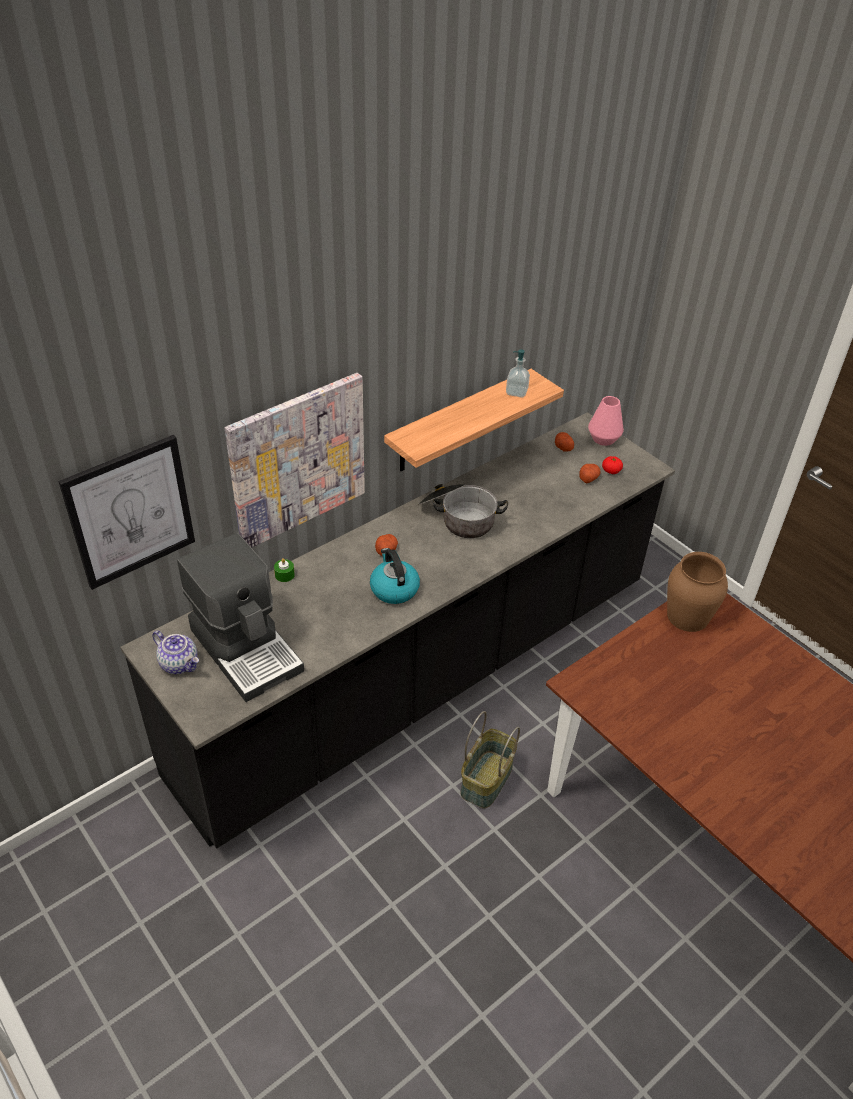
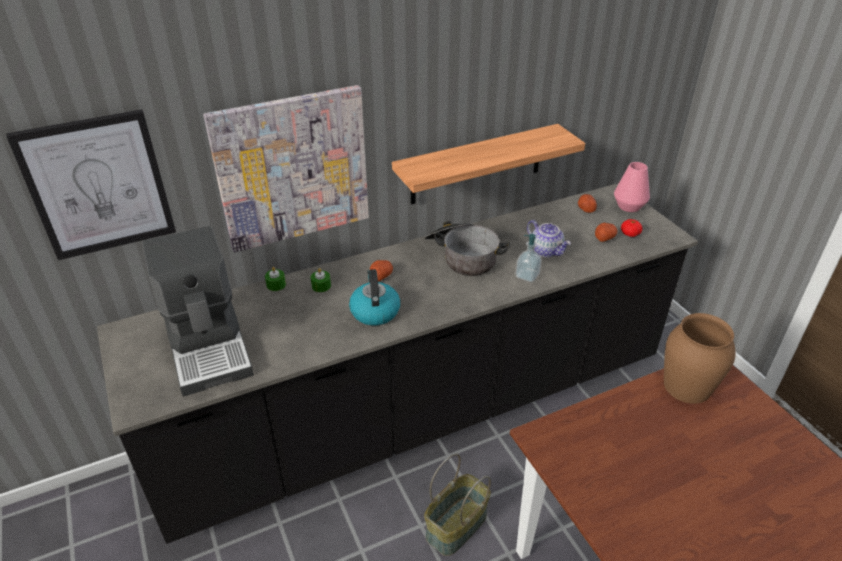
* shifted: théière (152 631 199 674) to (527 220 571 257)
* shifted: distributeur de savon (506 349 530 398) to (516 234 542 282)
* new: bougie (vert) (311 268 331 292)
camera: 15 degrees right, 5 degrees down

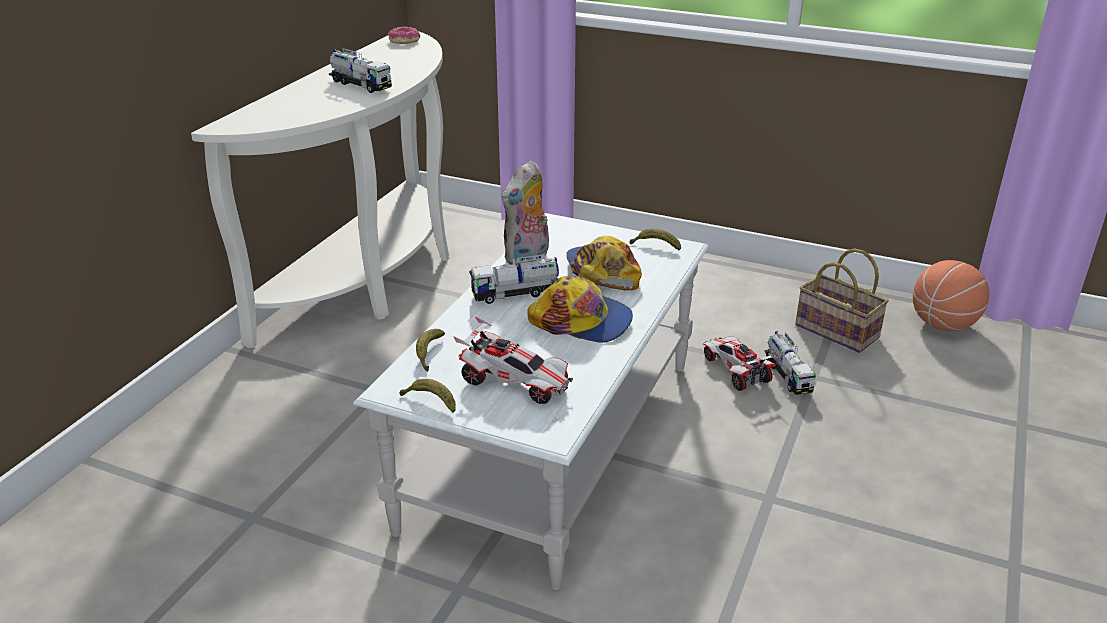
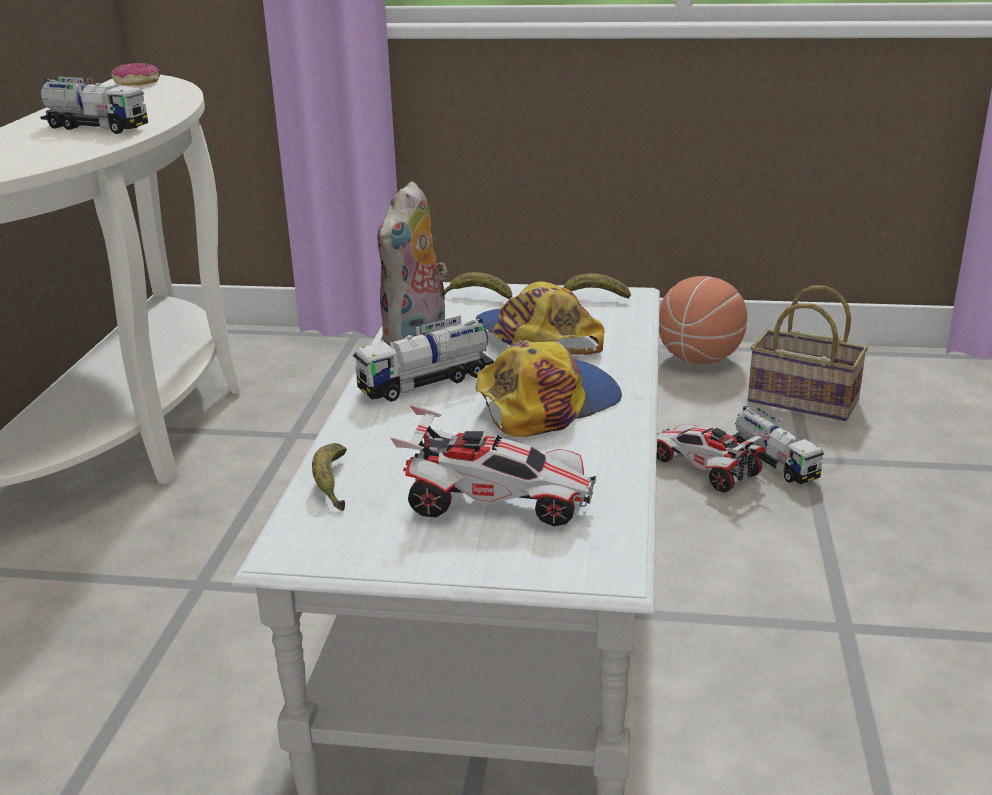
* shifted: banane (399 379 456 413) to (444 272 512 299)
* rotated: casquette (527 276 633 343) = (475 340 622 437) 45 degrees counterclockwise
* shifted: ballon de basket (913 260 989 331) to (659 276 747 364)
camera: 15 degrees left, 5 degrees down

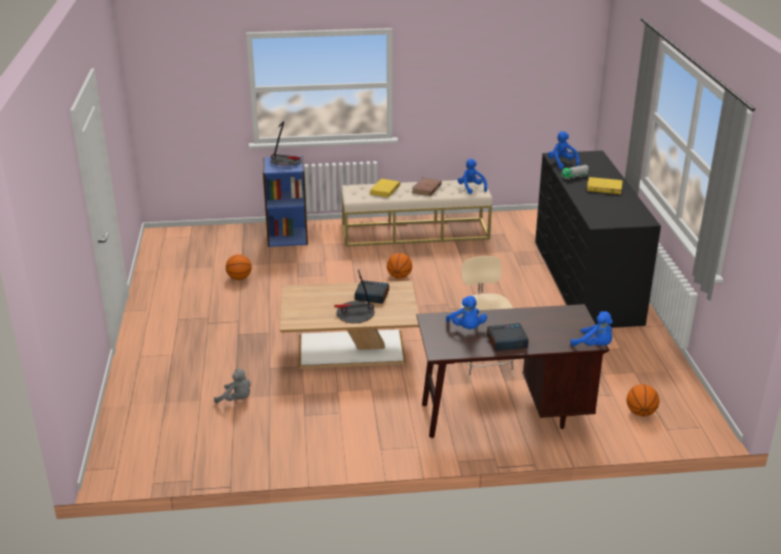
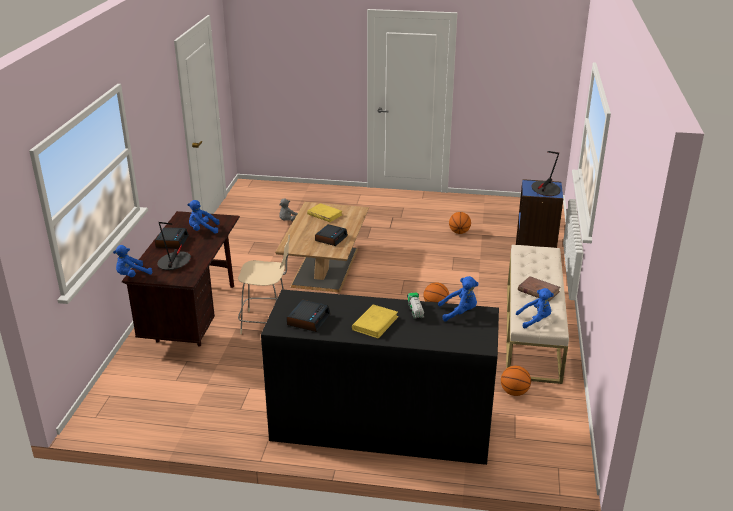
* shifted: lampe de table (334 269 375 323) to (157 222 191 270)
* shifted: livre (jaune) (370 179 400 197) to (307 203 342 222)
* shifted: ballon de basket (627 384 659 416) to (501 366 531 396)
* new: réveil (287 300 331 332)
camera: 105 degrees right, 0 degrees up

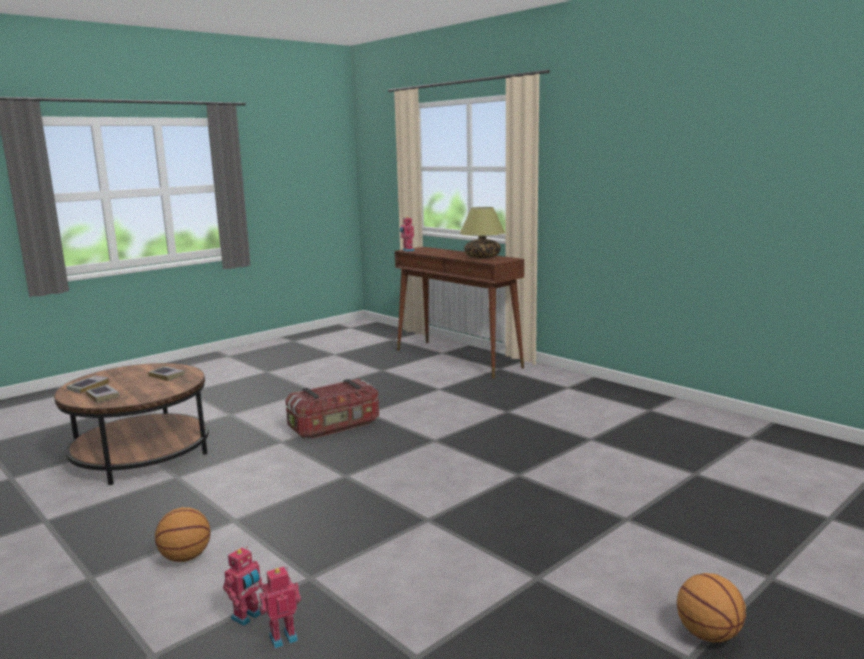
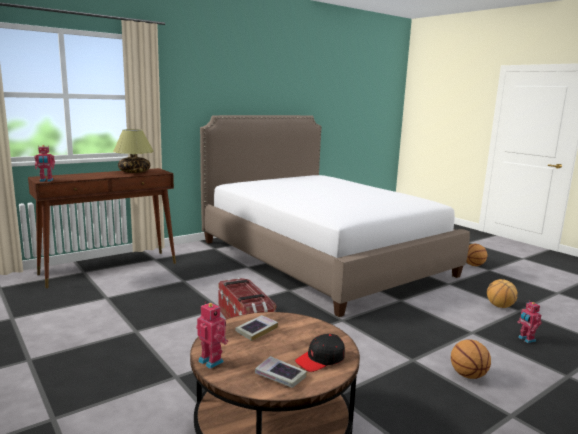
* swapped: livre (86 385 120 403) to casquette (noir) (295 334 345 372)
* shifted: robot jouet (223 546 263 626) to (196 302 228 369)
* new: lit (200 115 470 317)
* new: ballon de basket (487 279 518 308)
camera: 85 degrees left, 0 degrees up

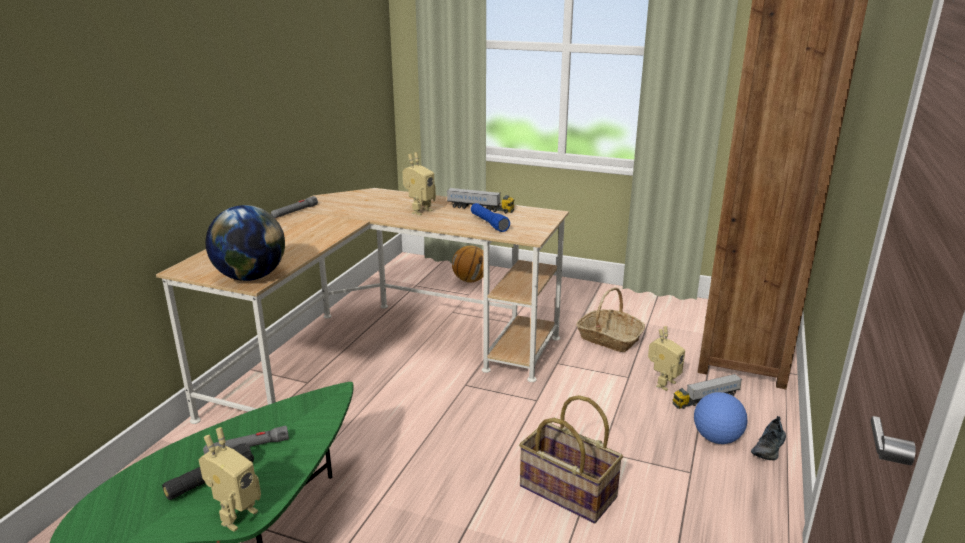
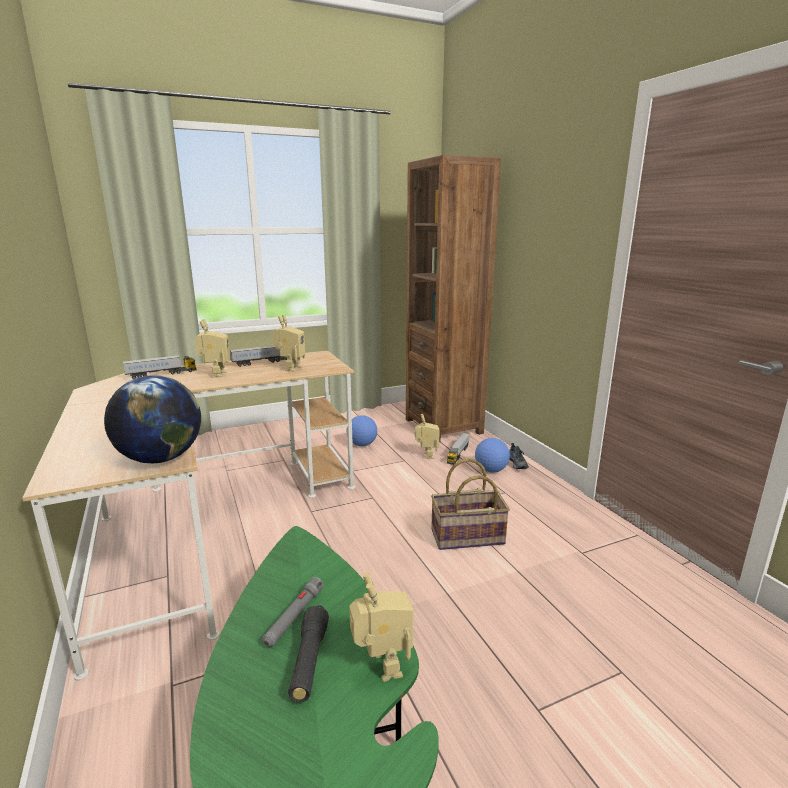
* gone: lampe de poche (gris) (271 196 318 218)
* gone: ballon de basket (452 245 483 282)
* swapped: lampe de poche (bleu) (471 203 510 232) to robot jouet (273 315 305 372)
* swapped: panier (576 288 645 352) to ballon de foot (352 415 377 446)
* new: camion jouet (123 355 196 379)
camera: 45 degrees left, 5 degrees down

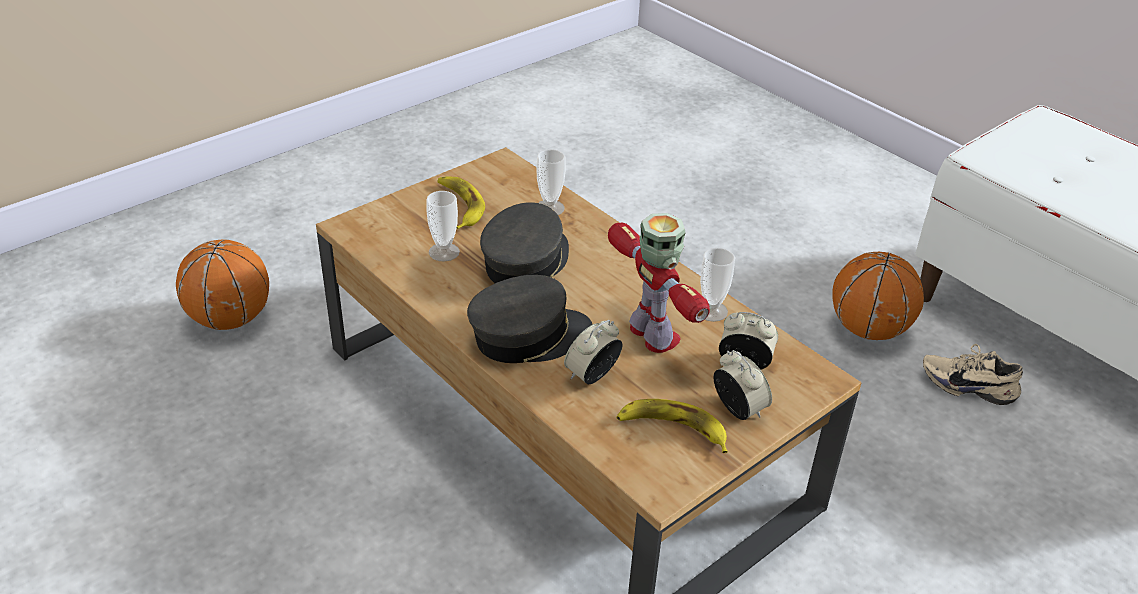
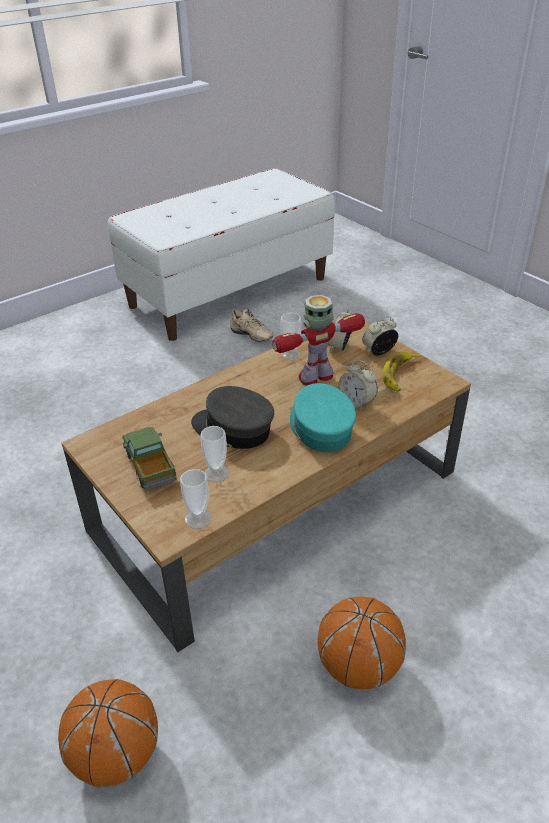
* swapped: banane (438 176 485 229) to camion jouet (122 427 177 491)
* repainted: casquette (gris) (467 275 593 363) to casquette (turquoise) (290 383 356 452)
* shifted: tasse (536 149 566 215) to (180 469 212 529)
* shifted: ballon de basket (833 252 924 340) to (318 596 406 689)
* rotated: chaussure (beige) (923 344 1023 405) = (230 308 274 342) 75 degrees counterclockwise
camera: 85 degrees left, 0 degrees up

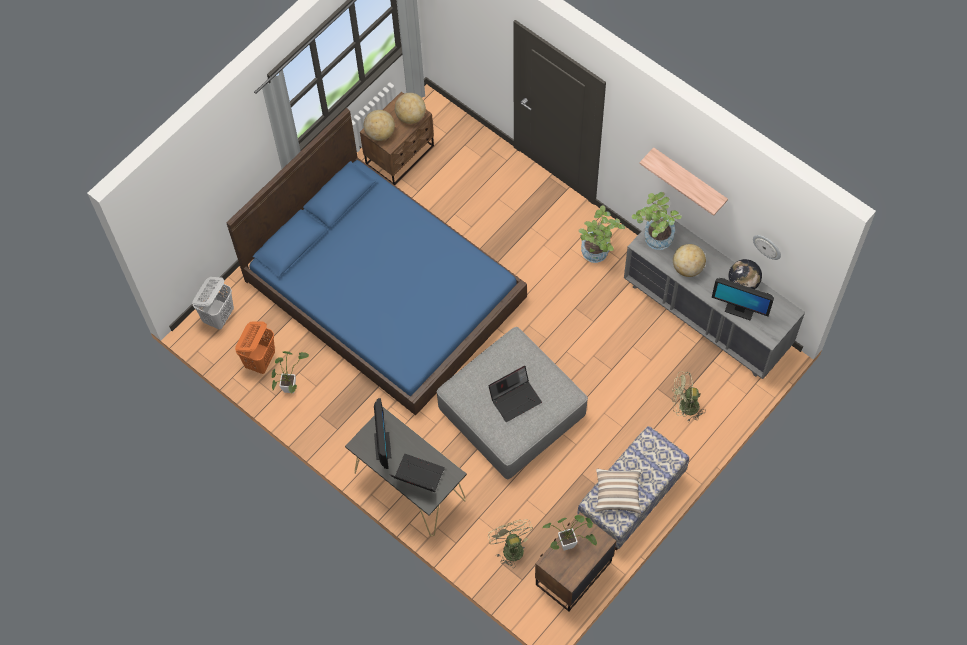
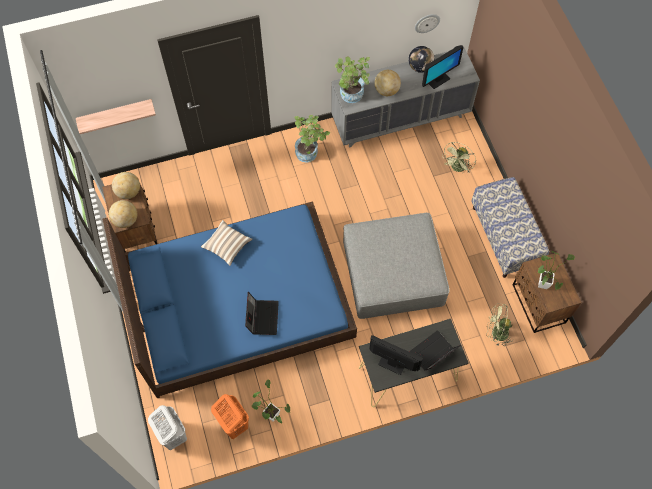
* shifted: ordinateur portable (488 366 542 422) to (245 292 279 335)
* shifted: coussin (595 468 642 514) to (201 220 253 266)
* shifted: étagère (639 147 728 216) to (76 99 156 134)
camera: 60 degrees left, 0 degrees up

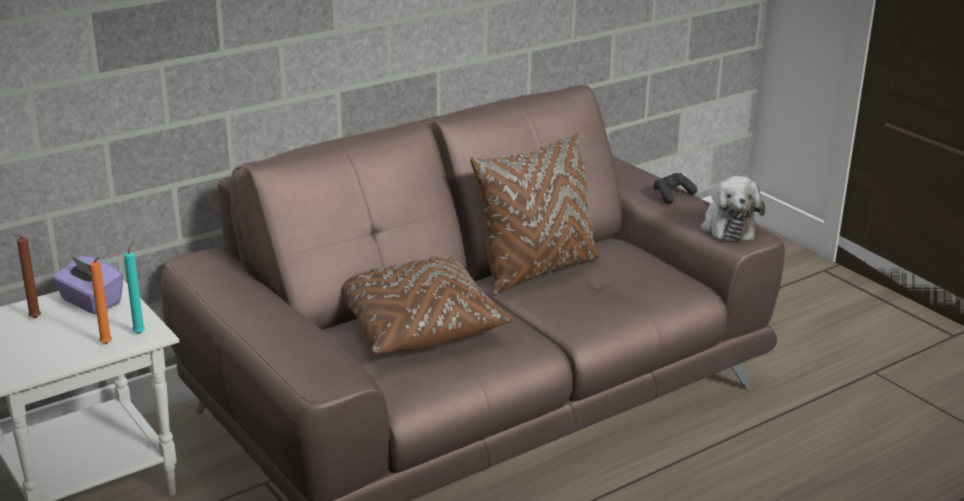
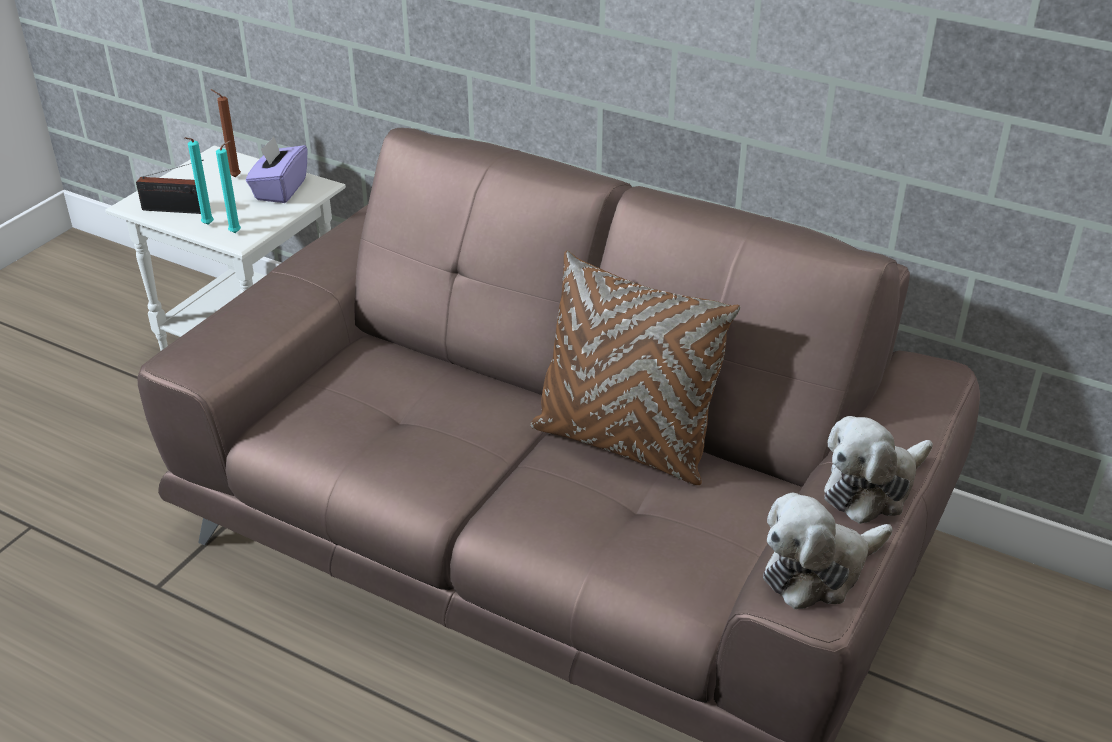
* repainted: bougie (orange) (90 258 112 344) to bougie (turquoise) (185 137 214 225)
* gone: coussin (marron) (341 257 513 354)
* swapped: manette (noir) (654 173 698 204) to peluche (824 416 933 524)
* new: radio (136 160 204 214)
camera: 65 degrees right, 10 degrees up

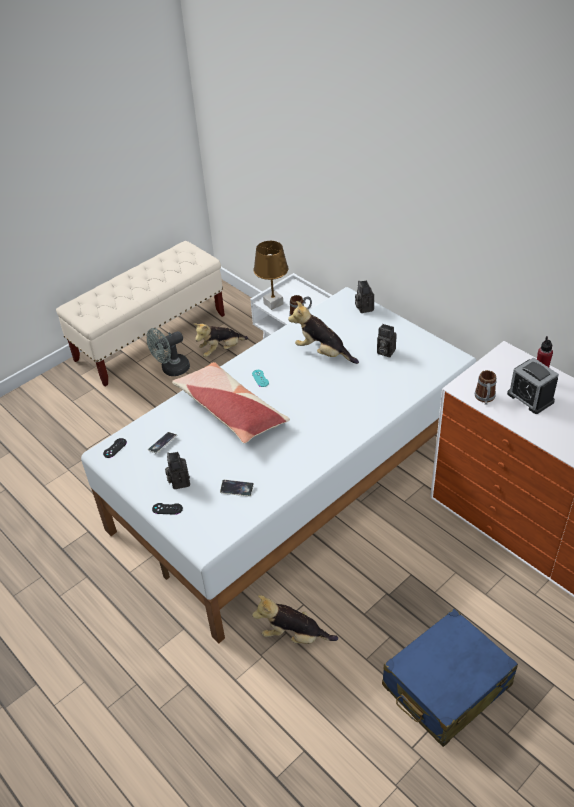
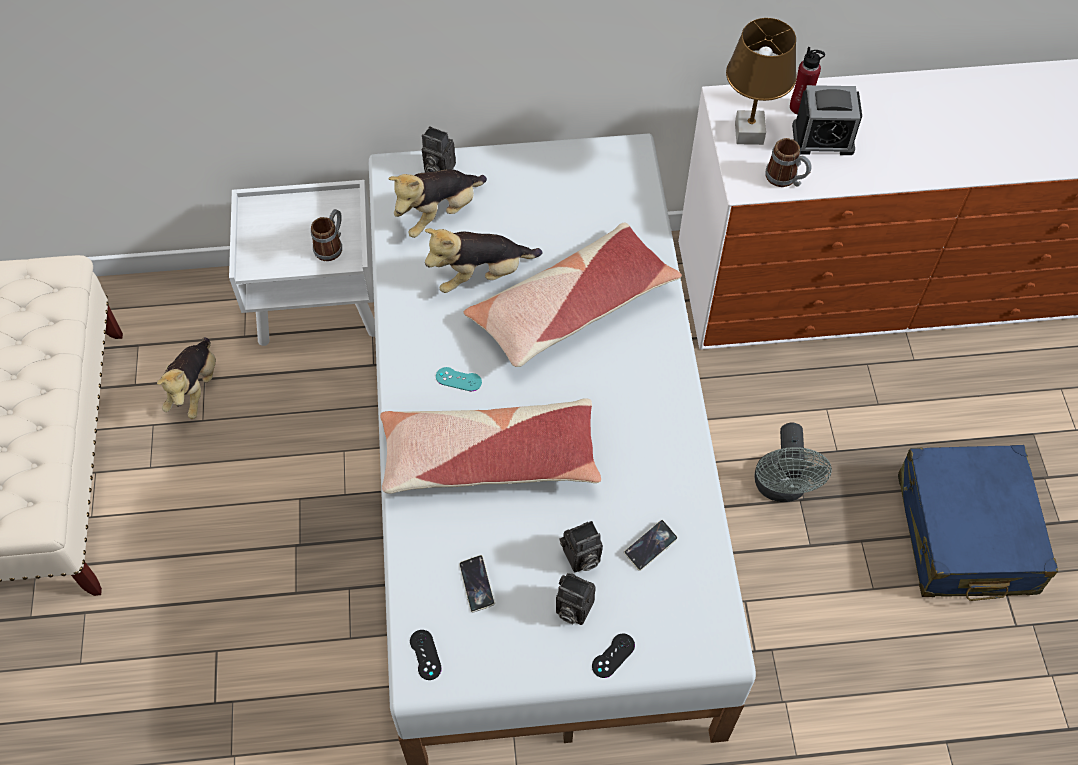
* shifted: ventilateur (gris) (147 328 190 376) to (754 423 832 502)
* shifted: peluche (252 595 338 644) to (388 169 487 238)
* shifted: lampe de table (marron) (253 241 288 310) to (726 18 797 145)
* shifted: appareil photo (377 324 397 357) to (560 521 603 572)
* new: coussin (463 222 682 367)
camera: 55 degrees left, 15 degrees up

